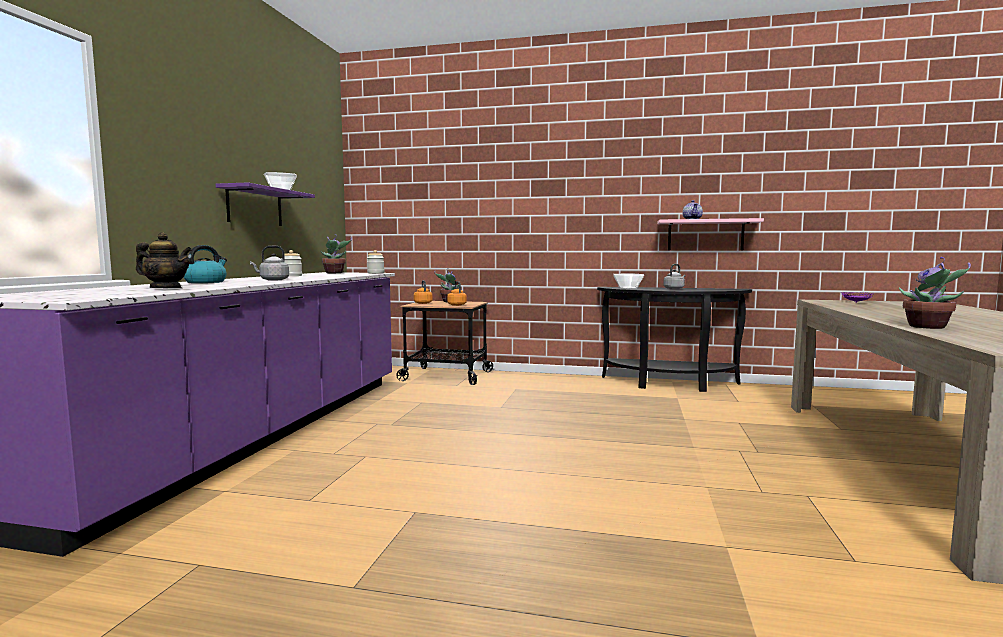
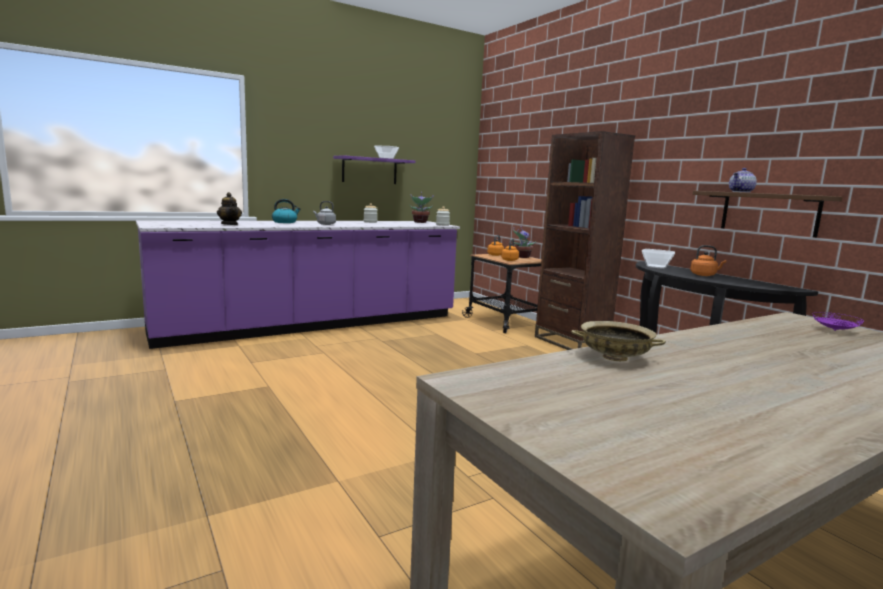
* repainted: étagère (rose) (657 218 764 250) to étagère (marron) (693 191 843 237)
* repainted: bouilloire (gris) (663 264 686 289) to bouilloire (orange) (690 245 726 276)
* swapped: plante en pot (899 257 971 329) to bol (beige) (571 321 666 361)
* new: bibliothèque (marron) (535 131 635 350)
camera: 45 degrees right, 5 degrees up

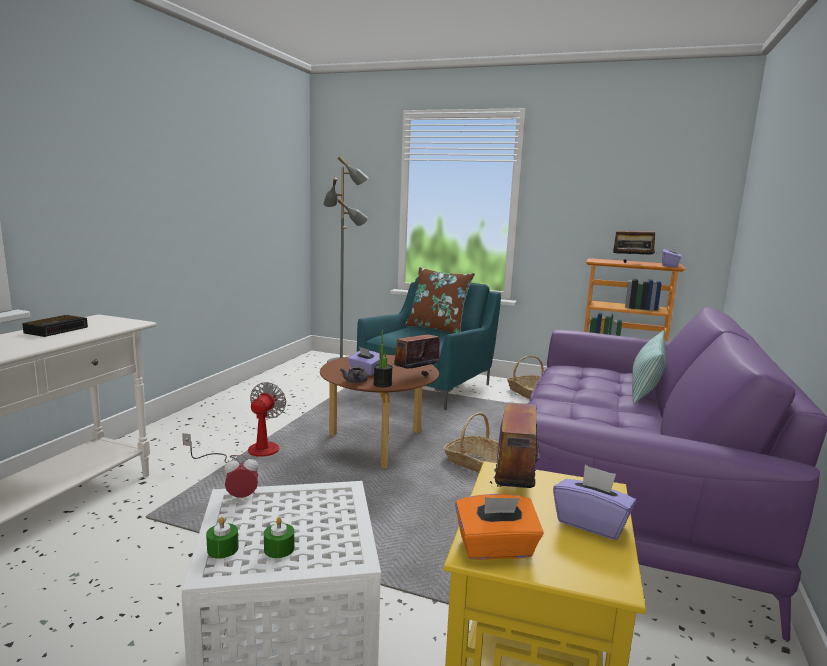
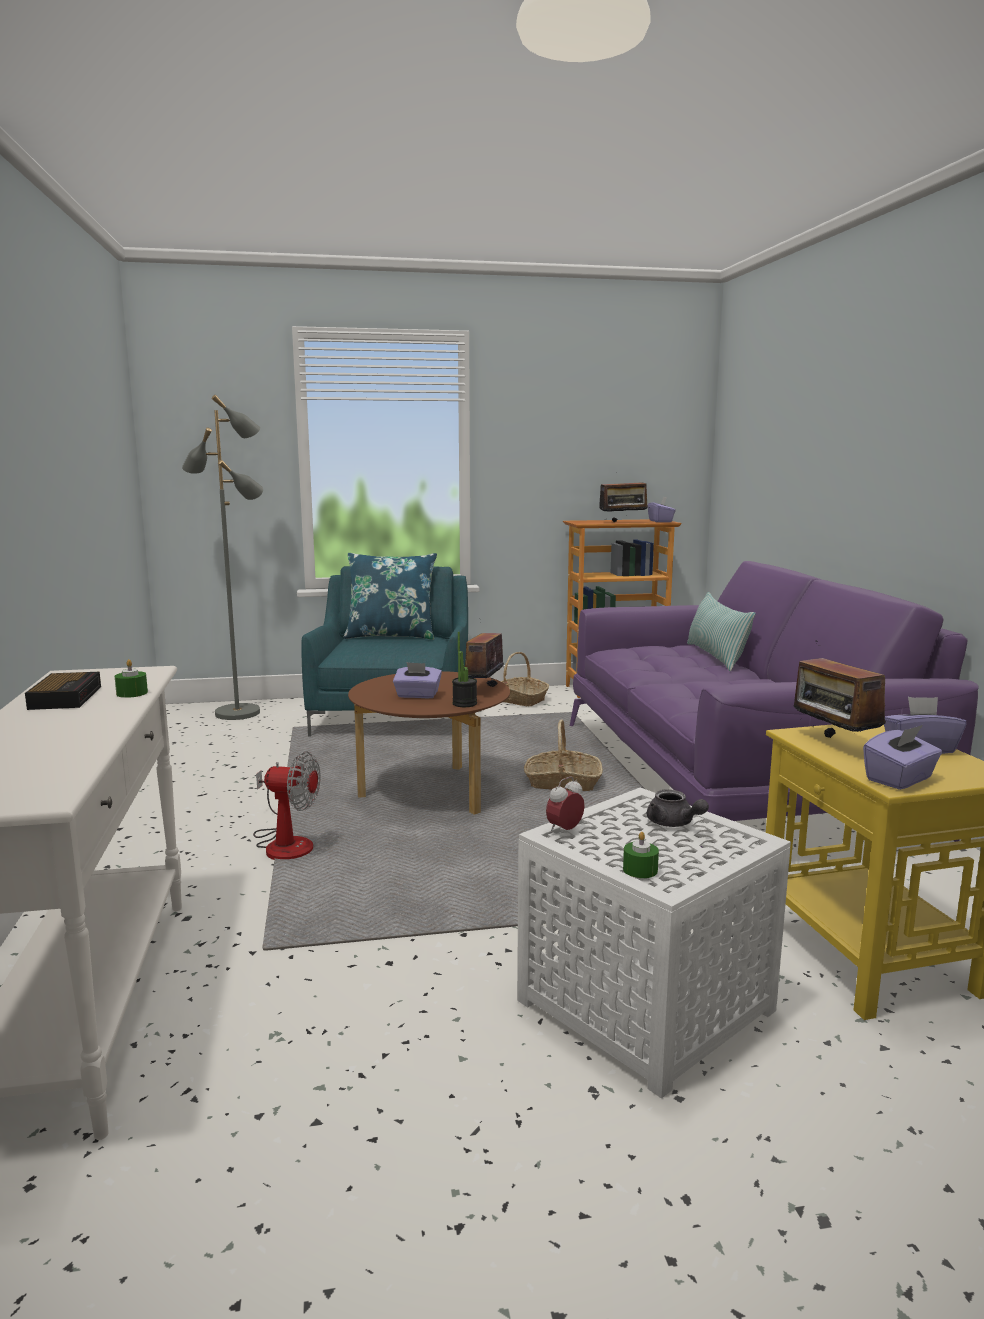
* rotated: ventilateur (182 382 286 463) = (253 751 321 860) 120 degrees clockwise
* shifted: bougie (vert) (264 517 295 558) to (115 659 148 698)
* shifted: théière (gris) (340 366 368 383) to (647 790 709 827)
* repainted: coussin (marron) (405 267 475 333) to coussin (bleu) (343 553 437 640)
* repainted: boîte à mouchoirs (orange) (455 494 544 560) to boîte à mouchoirs (violet) (863 725 942 790)
camera: 30 degrees left, 0 degrees up

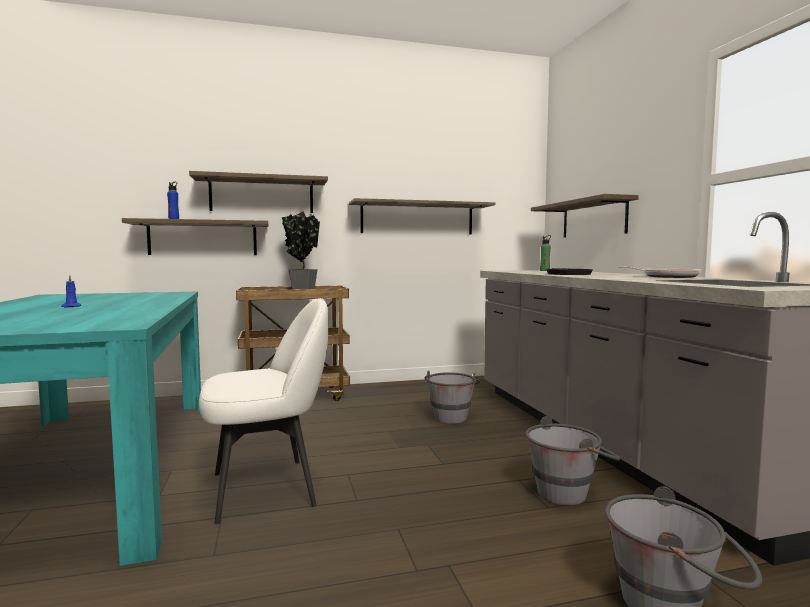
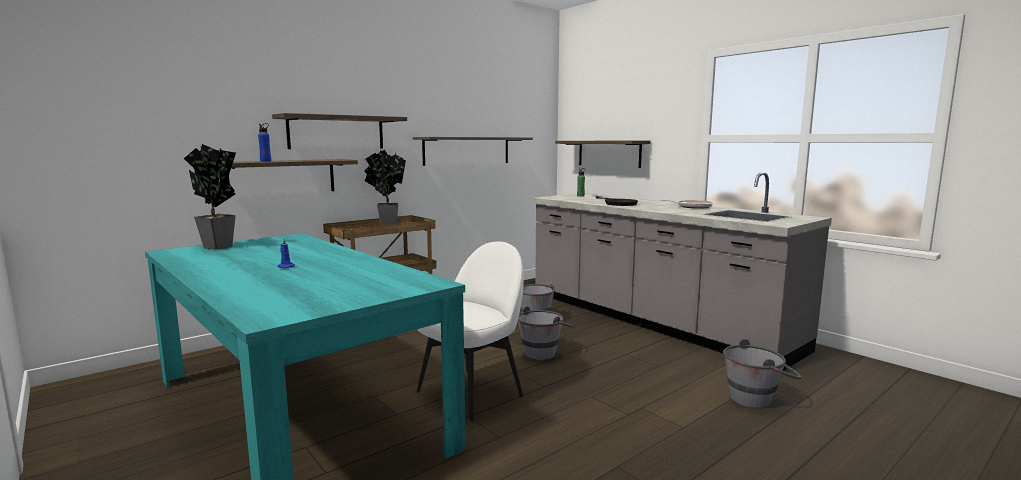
* shifted: seau (gris) (526 416 621 505) to (518 306 574 360)
* new: plante en pot (184 144 236 250)
camera: 25 degrees left, 5 degrees up

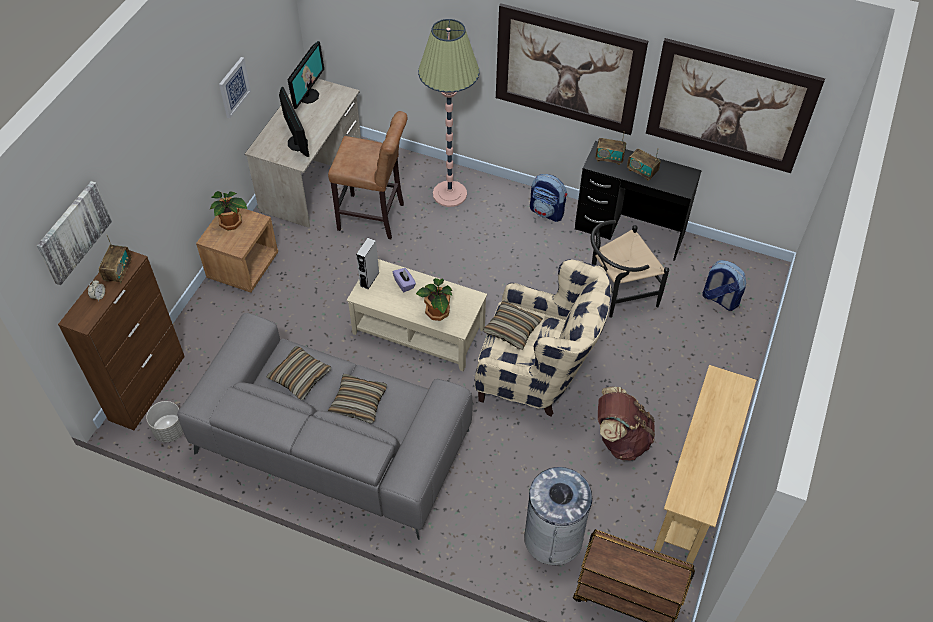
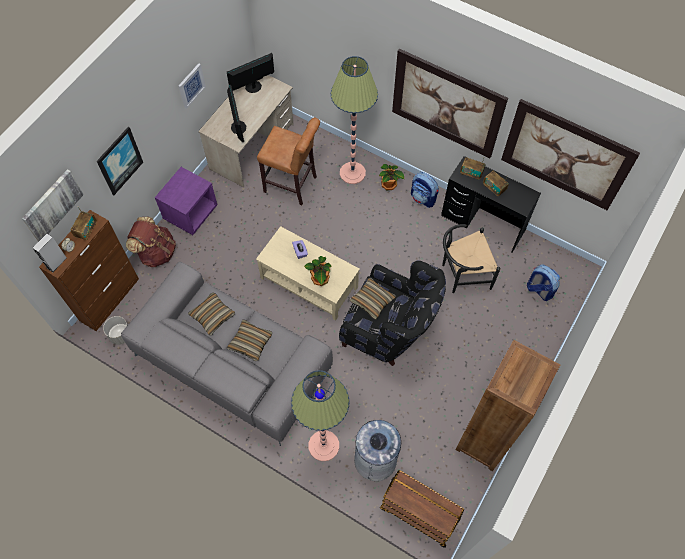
* repainted: table de chevet (marron) (196 208 278 293) to table de chevet (violet) (155 167 218 235)
* shifted: plante en pot (210 191 247 230) to (379 164 404 190)
* rotated: écran d'ordinateur (287 41 324 109) = (227 53 274 93) 150 degrees counterclockwise
* shifted: enceinte (gris) (356 238 379 289) to (33 234 67 272)
* repainted: fauteuil (beige) (475 259 611 416) to fauteuil (noir) (339 261 446 366)
* shifted: sac à dos (marron) (598 387 655 461) to (126 217 176 268)
* swapped: table console (beige) (654 365 756 564) to bibliothèque (marron) (455 340 560 471)
* new: tableau (97 127 143 195)
* new: lampadaire (291 370 349 461)
camera: 10 degrees right, 10 degrees up

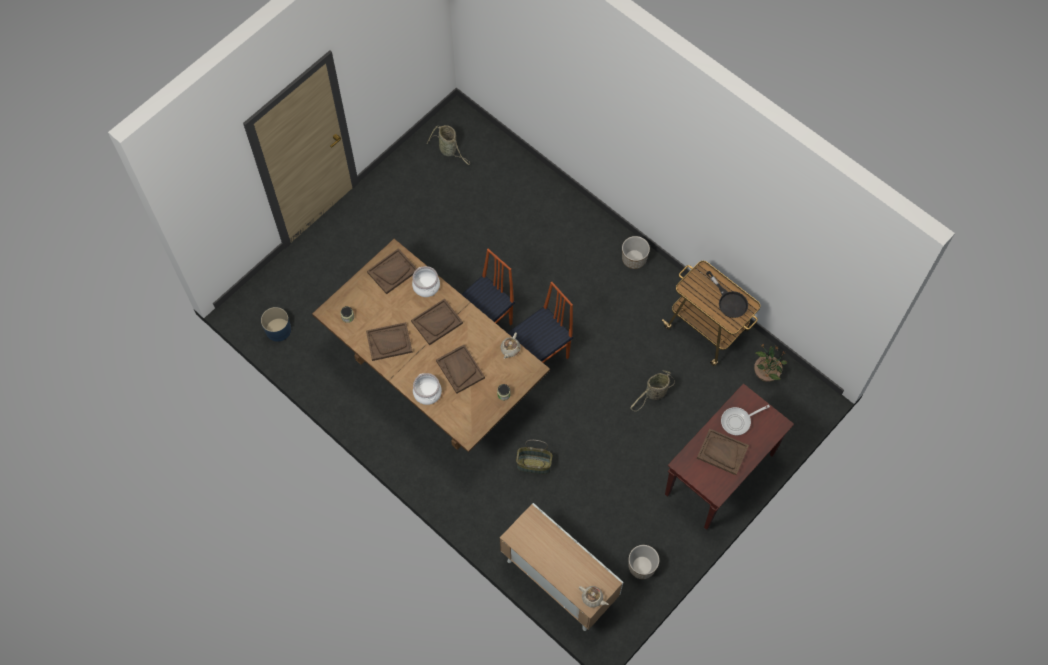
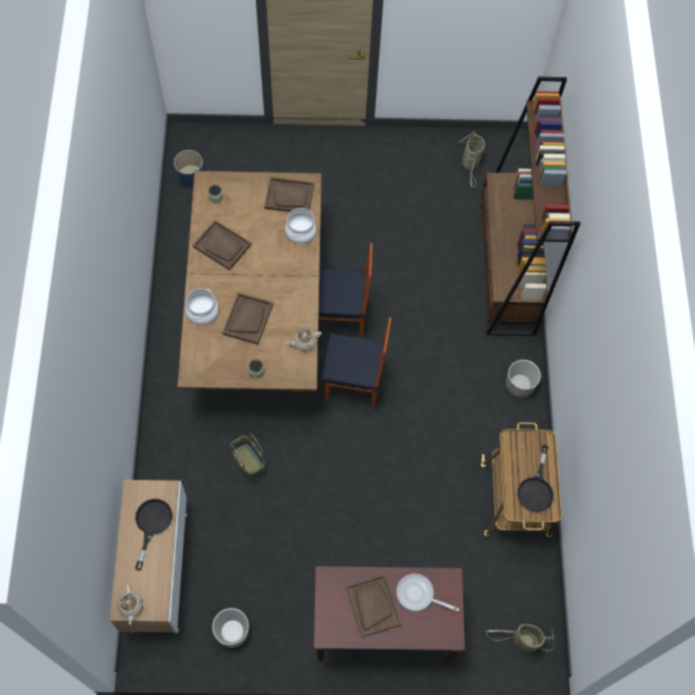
* gone: plateau (marron) (411 299 463 345)
* shifted: panier (630 370 675 411) to (486 624 554 652)
* gone: plante en pot (754 345 787 382)
* new: poêle (noir) (135 499 173 570)
* new: bibliothèque (marron) (480 76 581 336)
camera: 45 degrees right, 0 degrees up

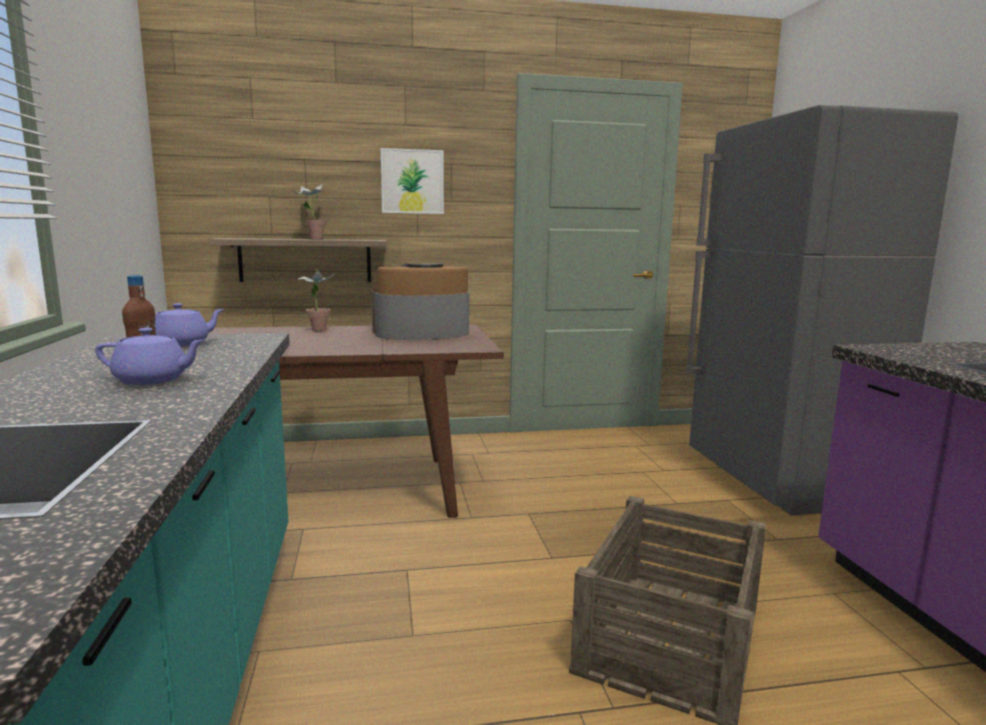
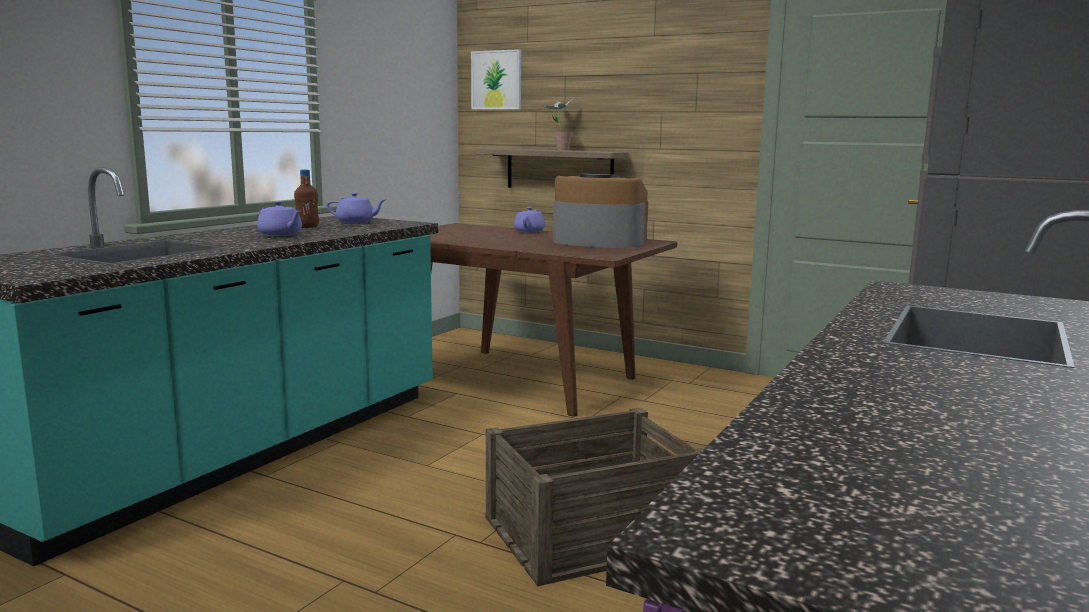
* swapped: plante en pot (297 271 335 331) to théière (violet) (514 207 545 233)
* shifted: tableau (381 148 444 214) to (471 49 521 110)
camera: 40 degrees right, 0 degrees up

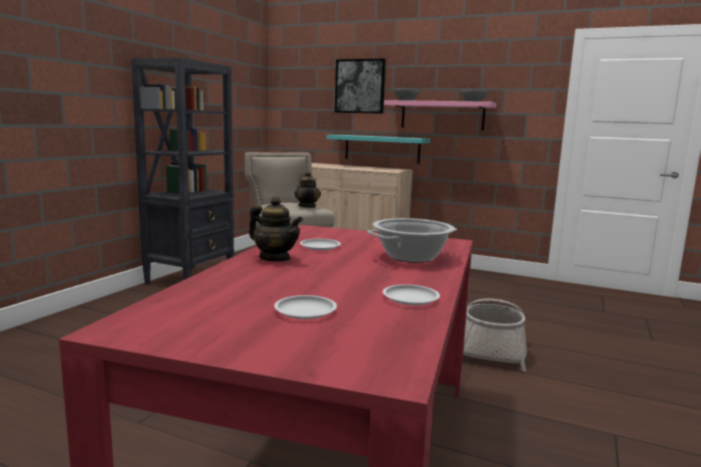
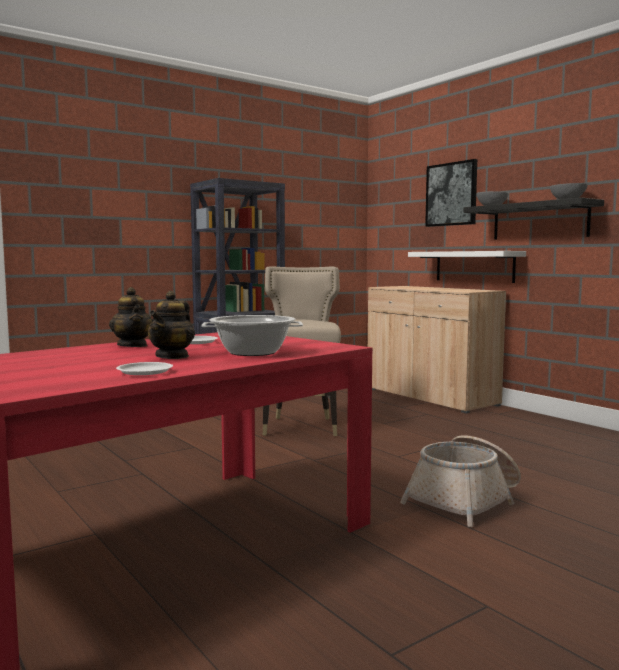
* gone: assiette (blanc) (274 295 337 319)
* shifted: théière (294 171 321 208) to (148 291 195 359)
* repainted: étagère (turquoise) (326 135 430 164) to étagère (blanc) (408 251 526 283)
* repainted: étagère (rose) (384 100 496 131) to étagère (noir) (463 197 604 240)
camera: 30 degrees right, 5 degrees down

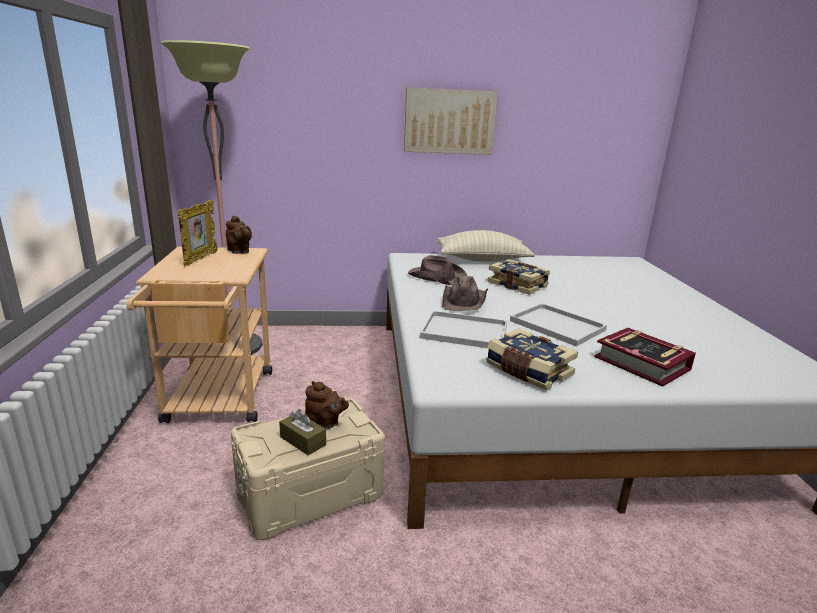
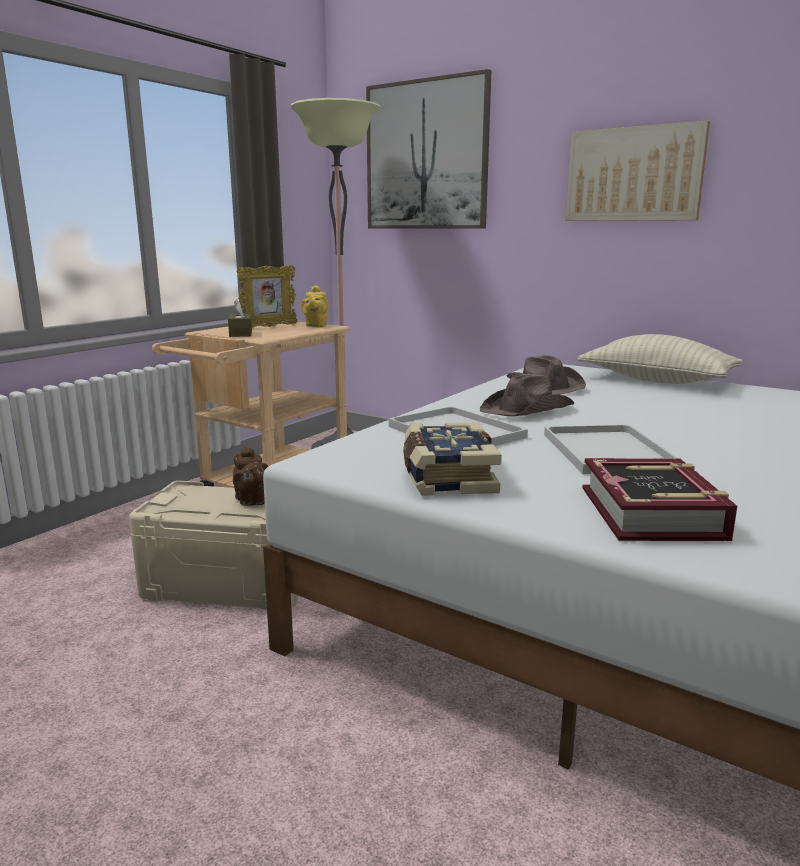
* repainted: théière (marron) (226 216 252 254) to théière (jaune) (301 285 329 327)
* shifted: boîte à mouchoirs (marron) (279 409 326 455) to (228 299 252 337)
* gone: livre (488 259 550 295)
* new: tableau (366 69 491 228)
camera: 40 degrees right, 5 degrees down

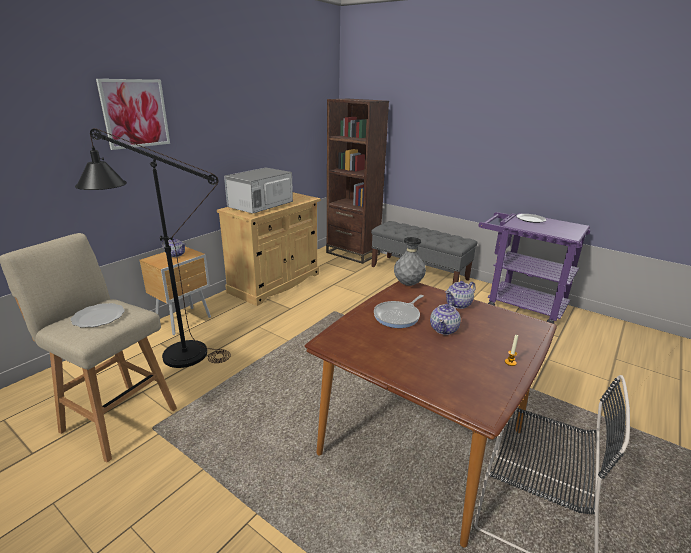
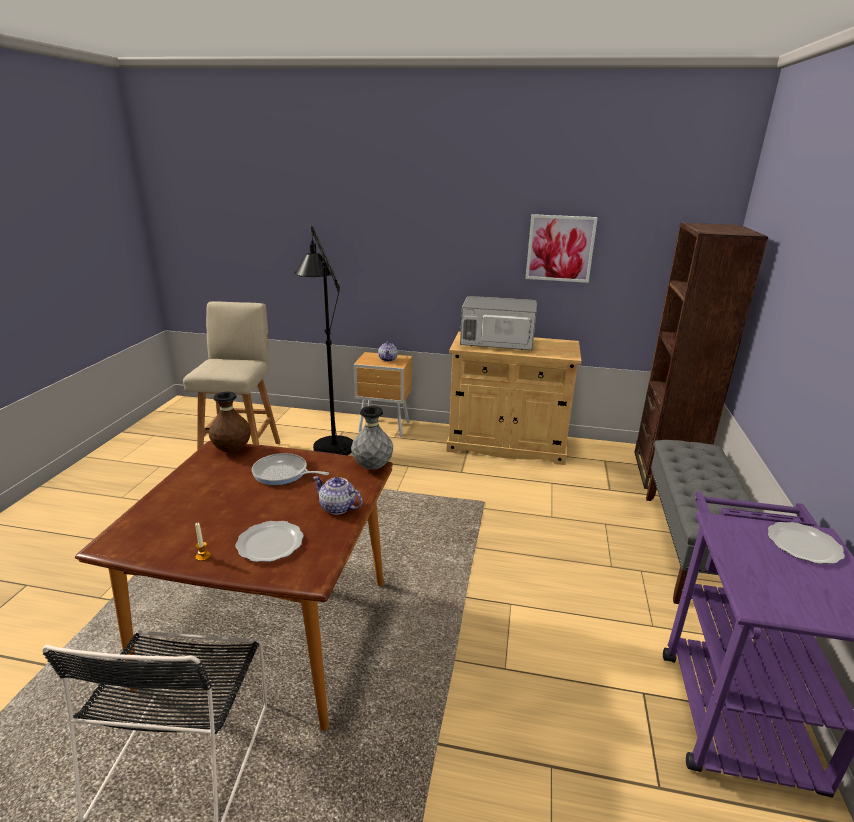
* shifted: assiette (70 303 125 328) to (235 521 304 562)
* shifted: tableau (96 79 170 150) to (525 214 598 283)
* gone: théière (430 301 461 335)
* new: vase (marron) (209 392 251 453)
camera: 65 degrees right, 0 degrees up

